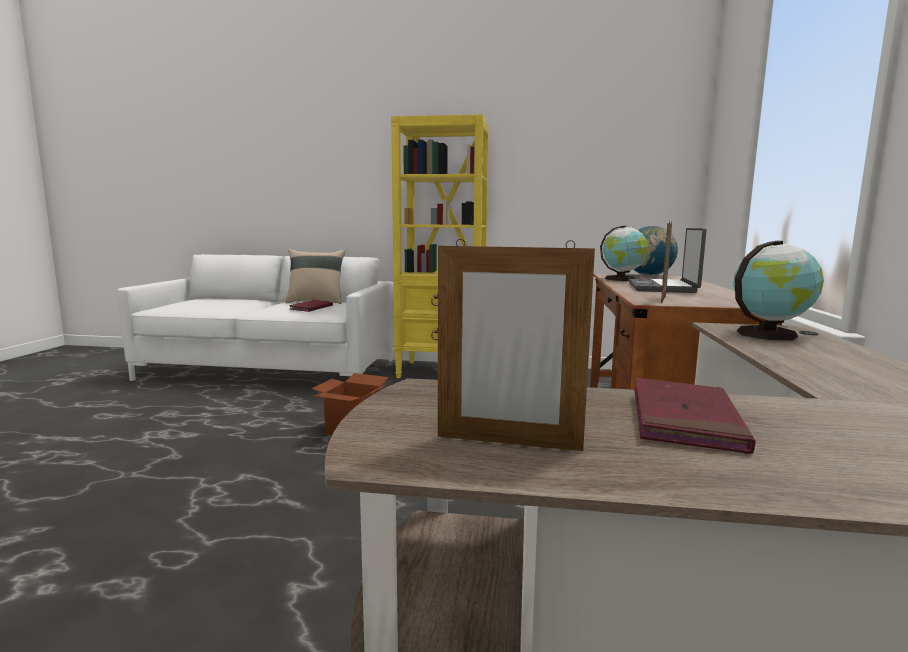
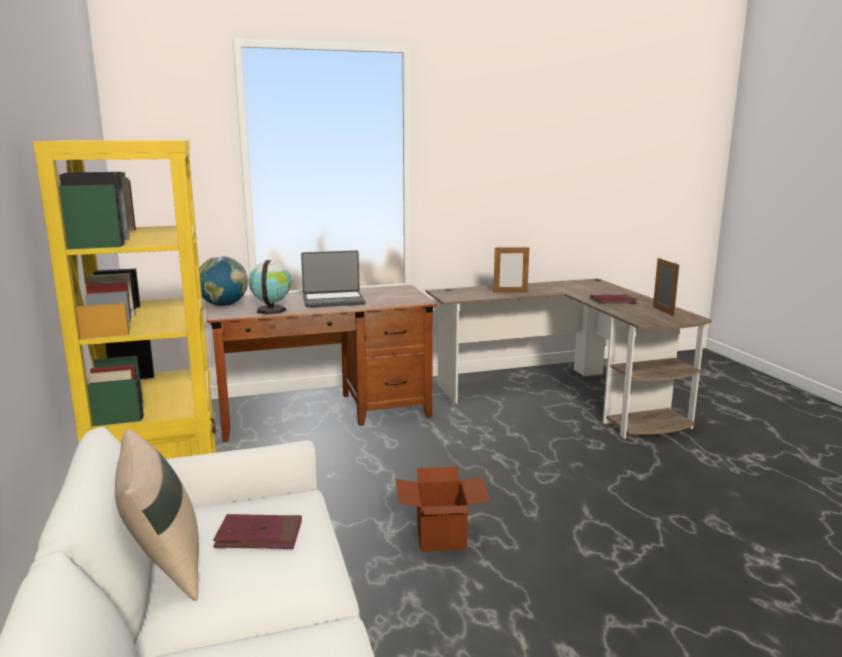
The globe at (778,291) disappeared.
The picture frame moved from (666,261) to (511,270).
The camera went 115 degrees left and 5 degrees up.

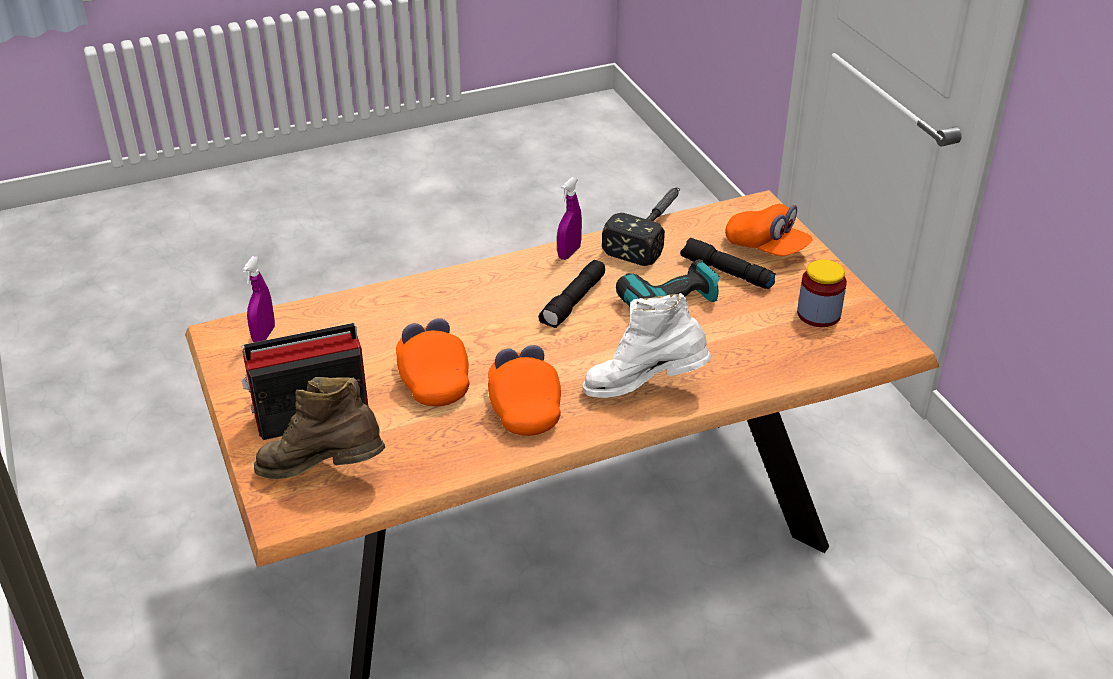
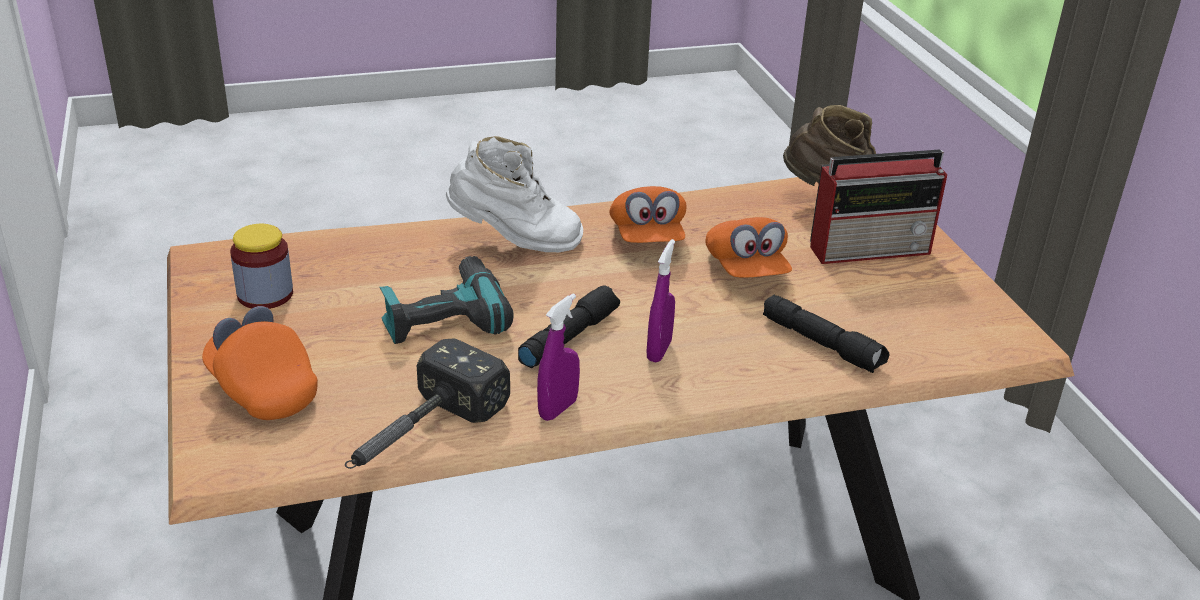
The purple spray bottle moved from (259,299) to (661,300).
The black flashlight moved from (728,264) to (826,334).
The camera went 175 degrees left and 5 degrees down.

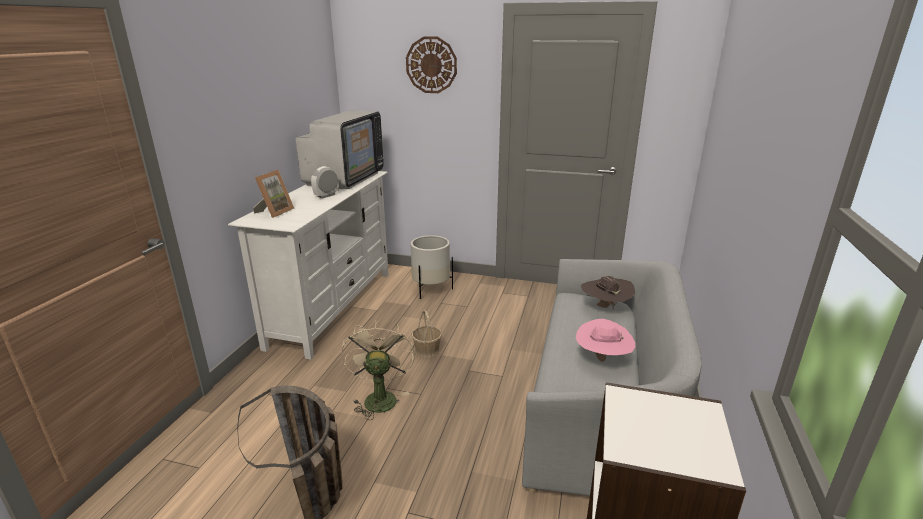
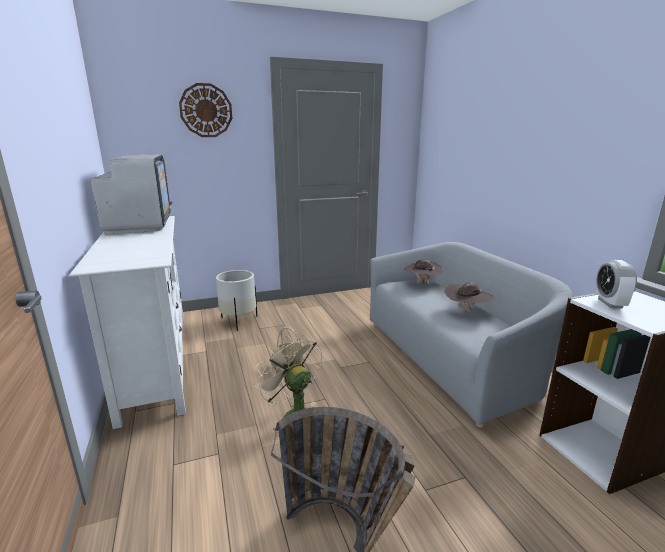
The picture frame at (273,194) disappeared.
The alarm clock moved from (325,182) to (616,284).
The pink hat at (605,340) became the brown hat at (469,297).
The camera went 35 degrees left and 5 degrees down.

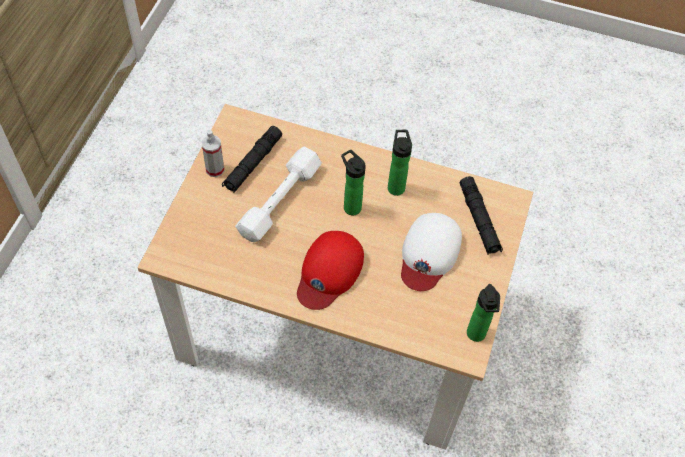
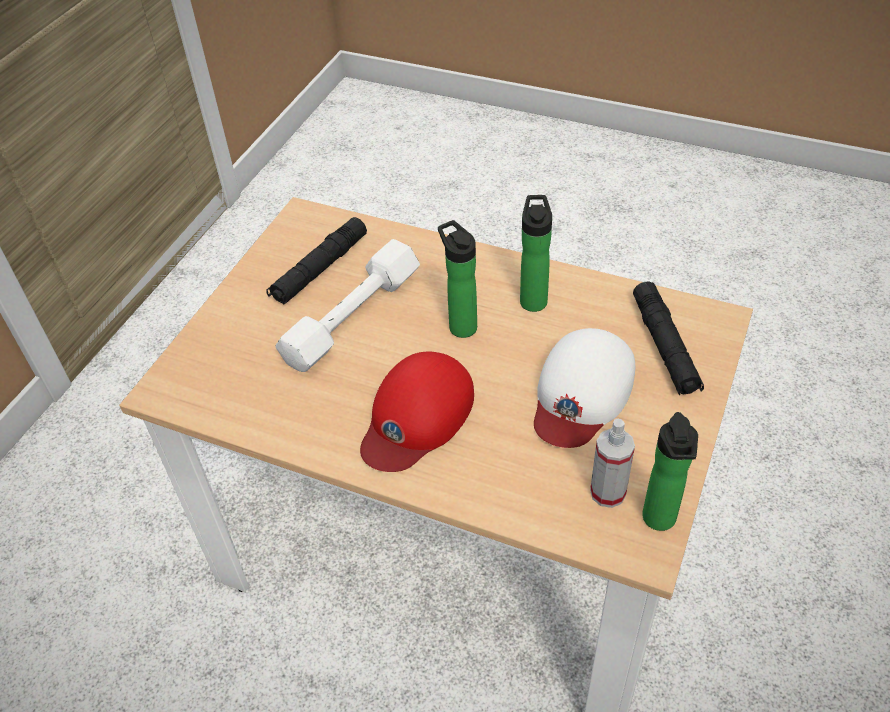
The spray bottle moved from (213,153) to (612,463).
The camera went 10 degrees right and 10 degrees down.

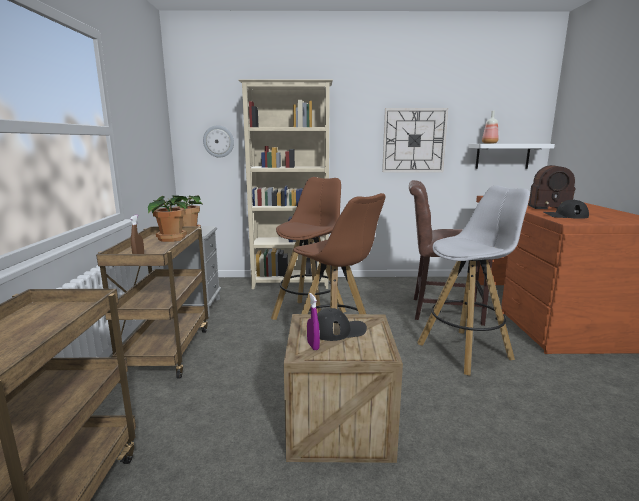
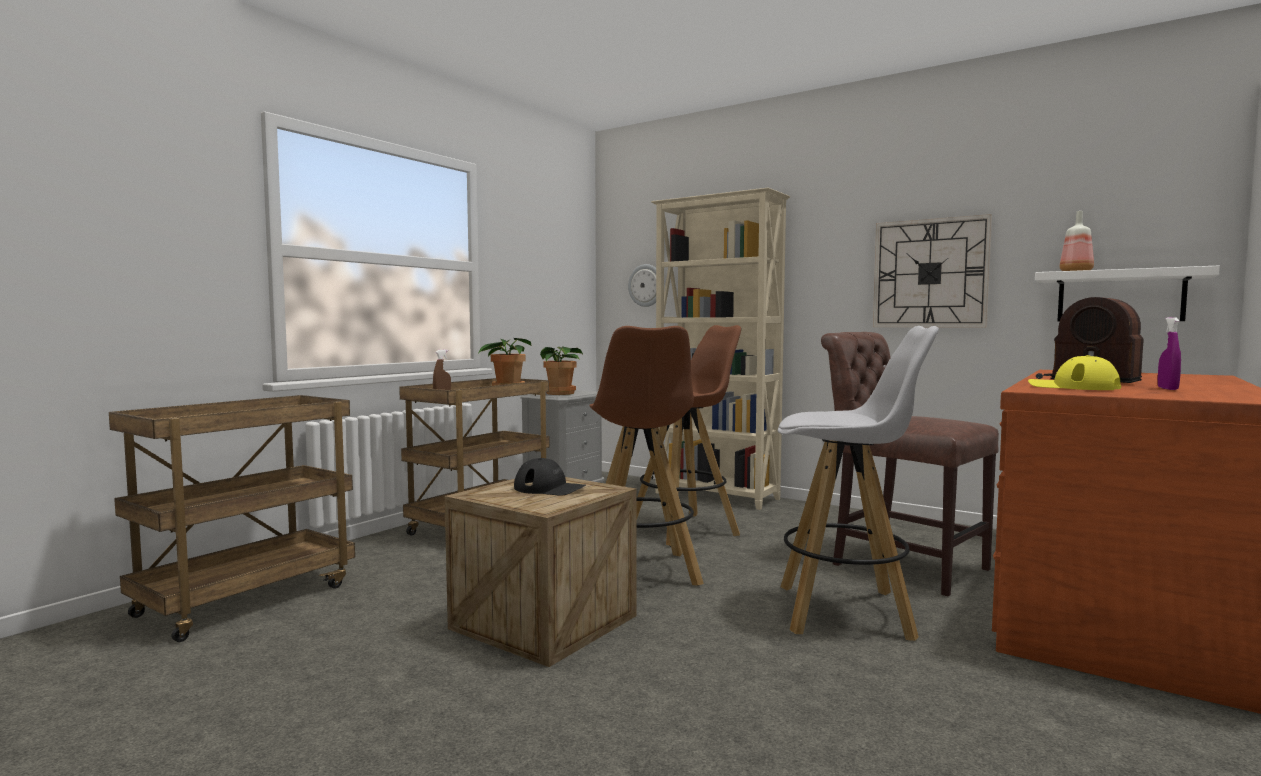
The purple spray bottle moved from (313,321) to (1169,353).
The black cap at (566,209) became the yellow cap at (1074,372).
The camera went 35 degrees right and 10 degrees down.

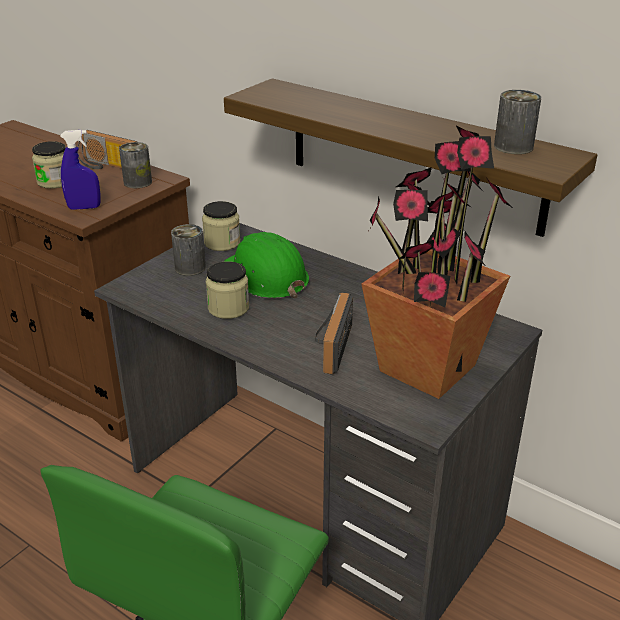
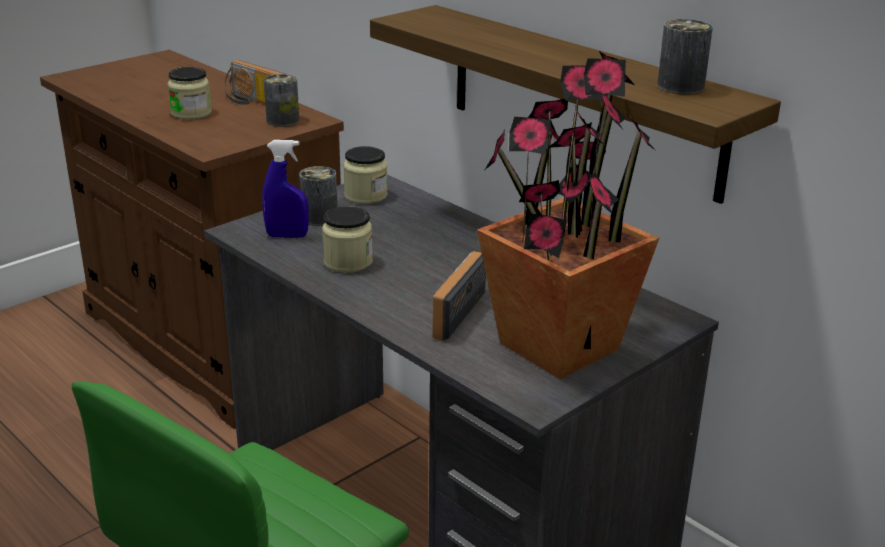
The green hard hat at (266,265) disappeared.
The blue spray bottle moved from (80,170) to (285,189).
The camera went 10 degrees right and 5 degrees down.

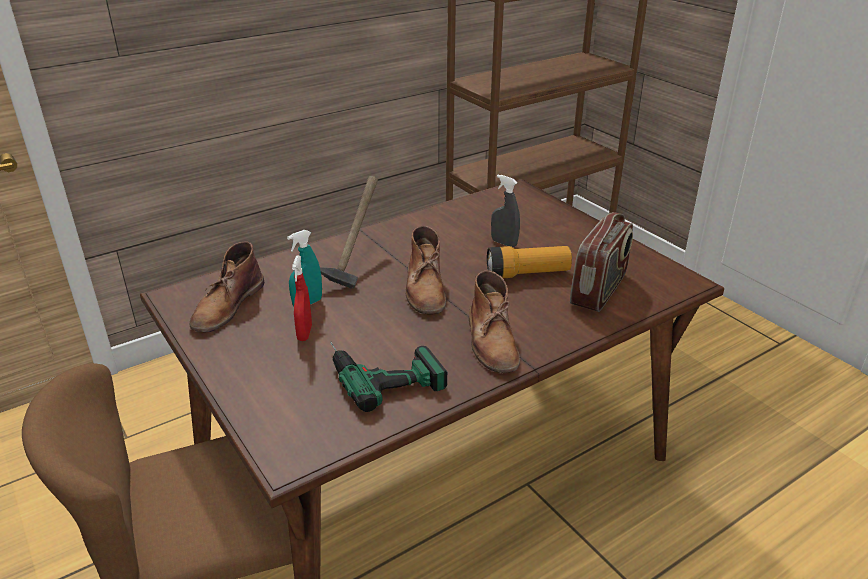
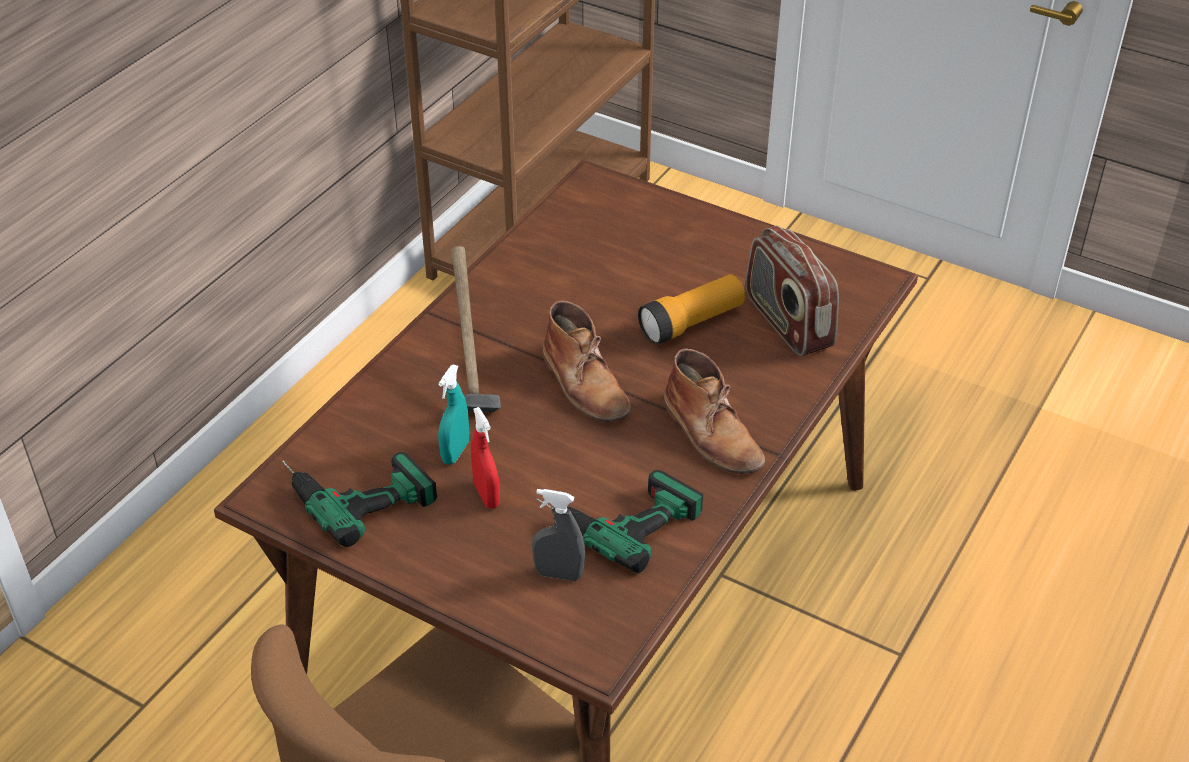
The grey spray bottle moved from (505,211) to (558,535).
The brown boot at (226,286) was replaced by the power drill at (359,499).
The radio at (601,262) turned 150 degrees clockwise.
The camera went 25 degrees left and 10 degrees up.

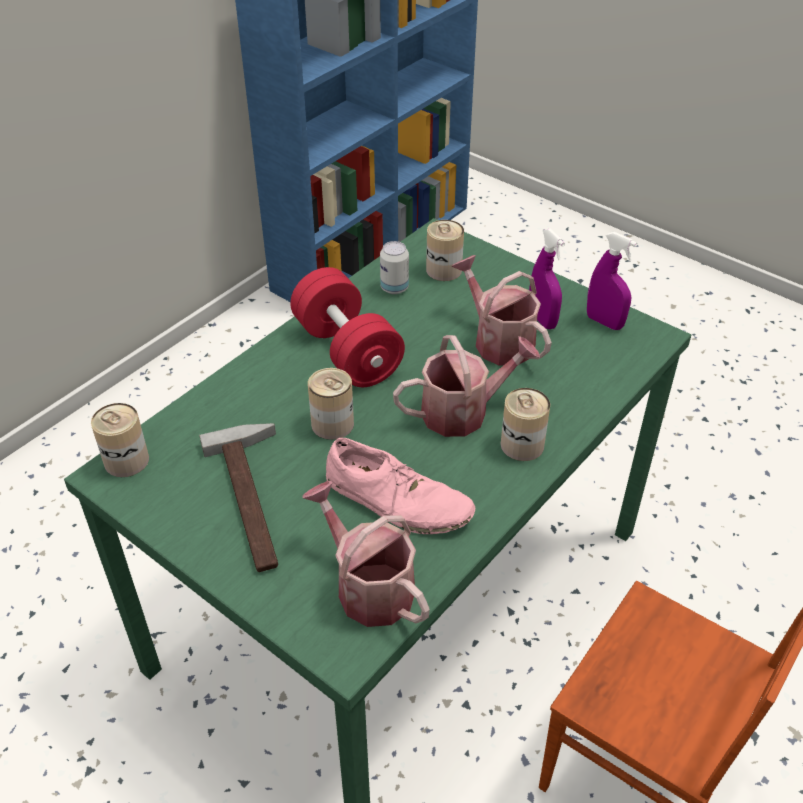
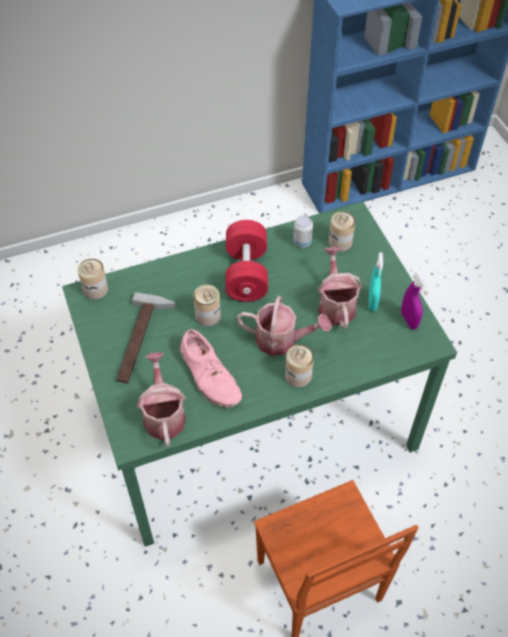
The purple spray bottle at (547,279) became the turquoise spray bottle at (376,281).
The camera went 30 degrees right and 10 degrees up.

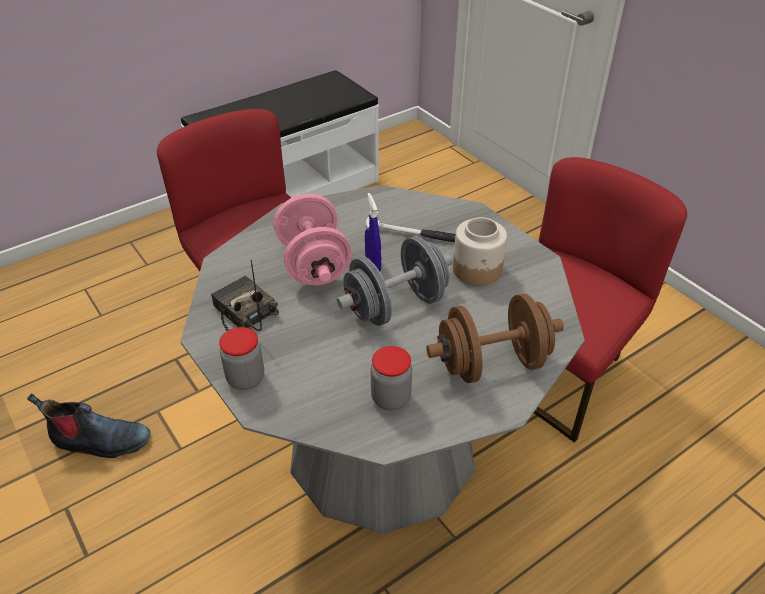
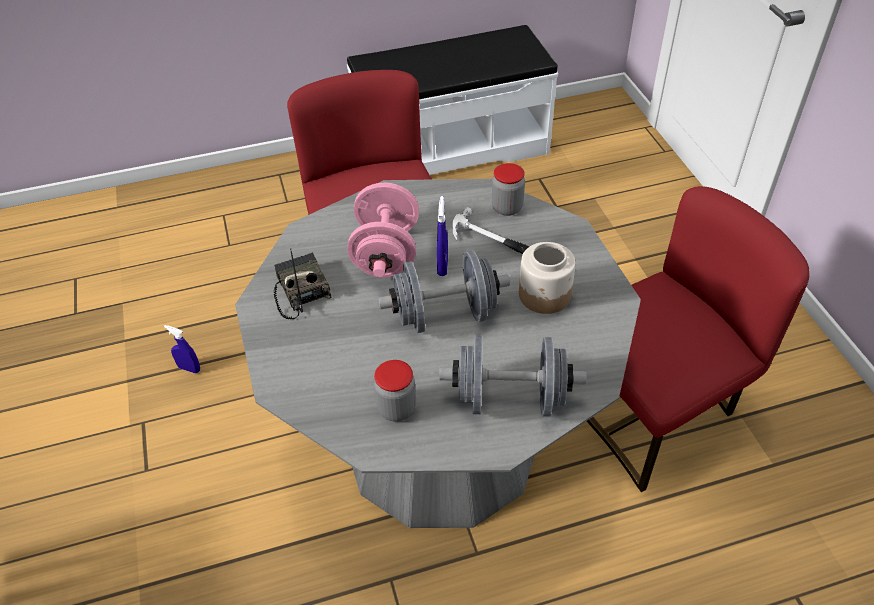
The jar moved from (241,358) to (508,189).
The boot at (89,425) was replaced by the blue spray bottle at (182,349).
The brown dumbbell at (495,338) became the grey dumbbell at (512,376).
The camera went 20 degrees right and 5 degrees up.

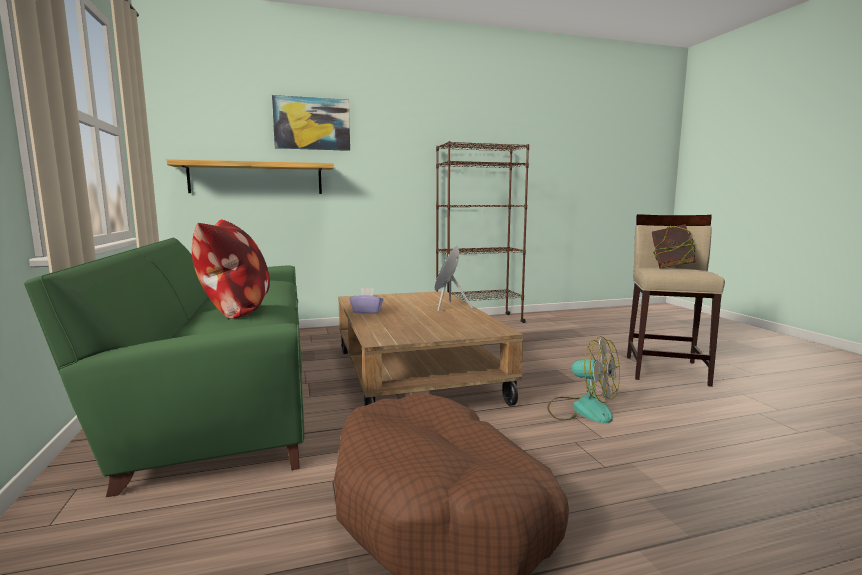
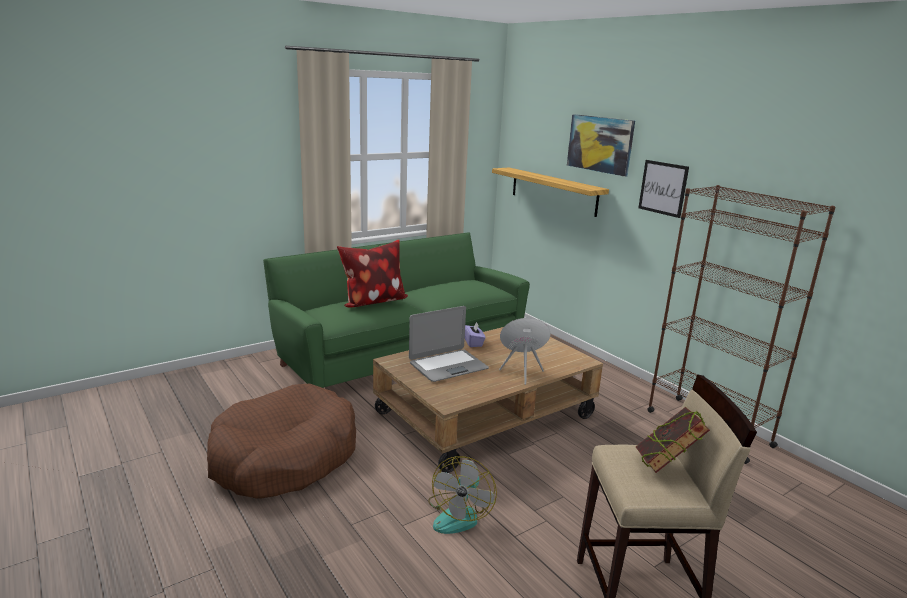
The laptop at (449,344) appeared.
The picture at (663,189) appeared.
The camera went 70 degrees right and 10 degrees up.

